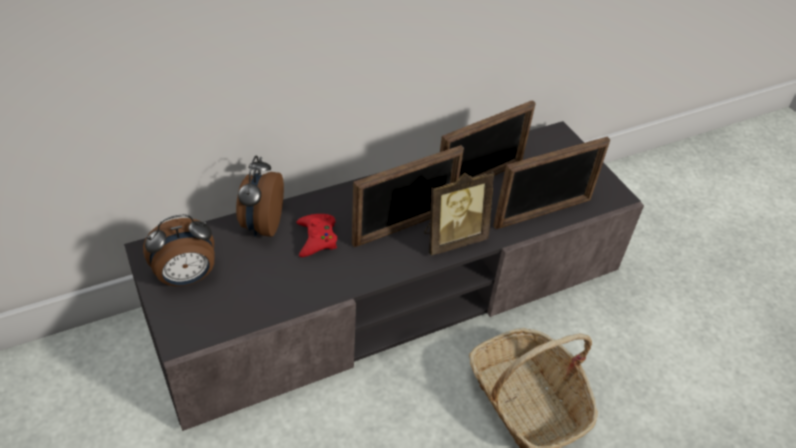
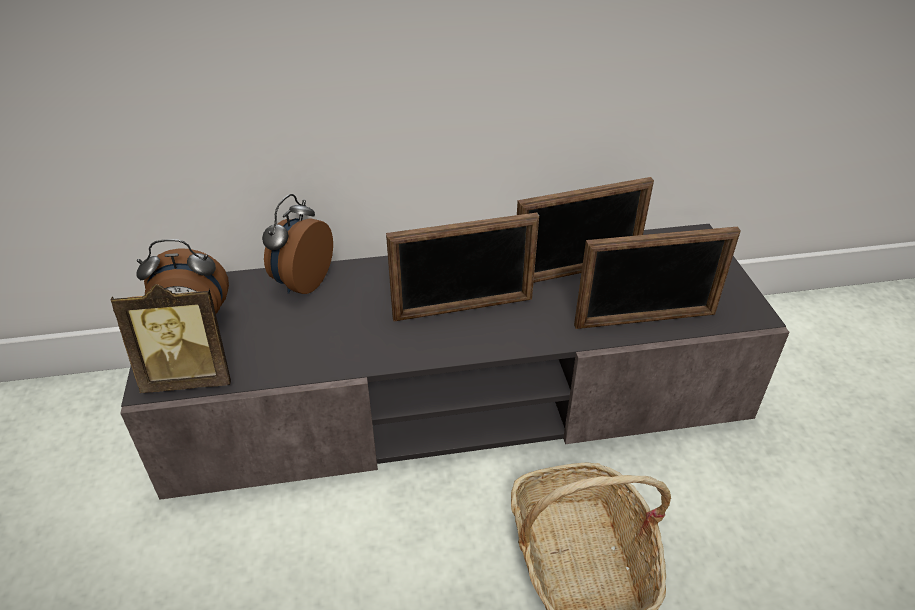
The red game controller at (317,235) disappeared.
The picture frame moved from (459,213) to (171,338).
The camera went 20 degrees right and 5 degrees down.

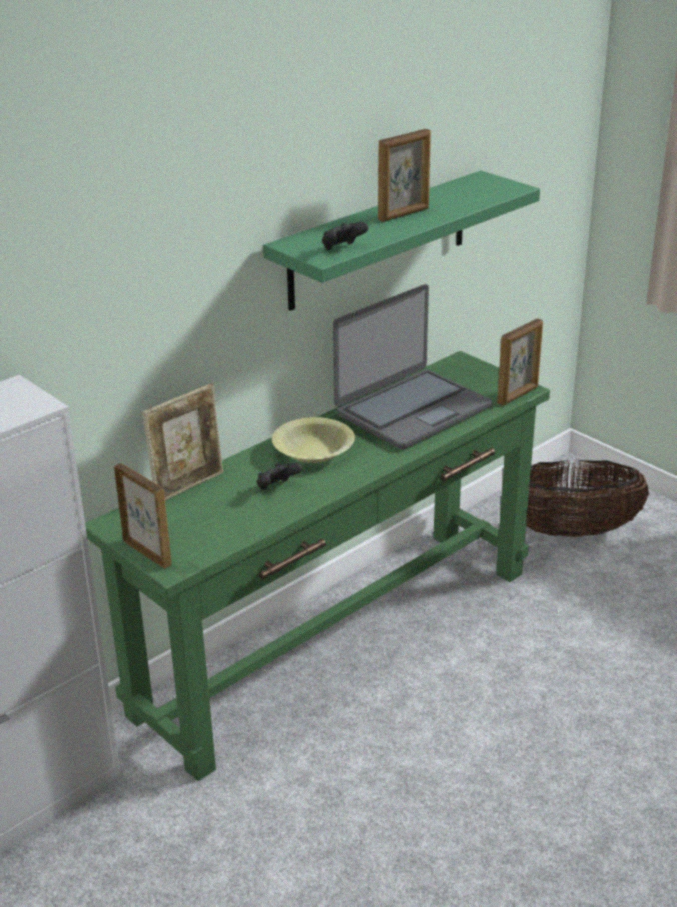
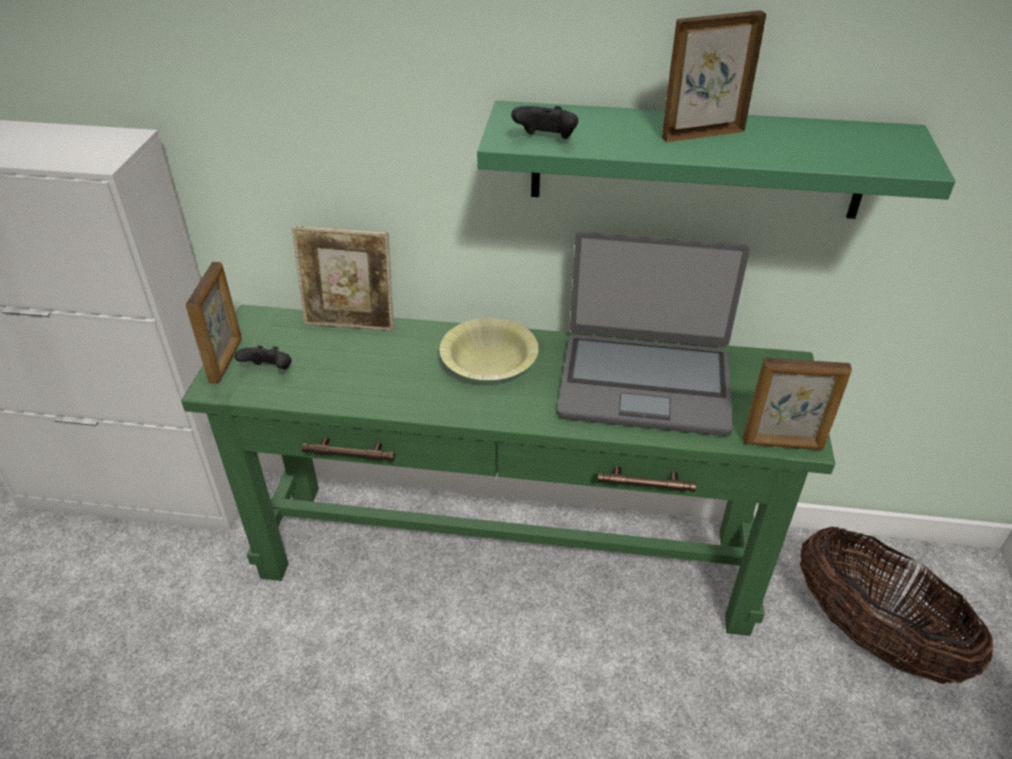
The black game controller moved from (279,476) to (263,357).
The picture frame at (404,175) turned 150 degrees clockwise.
The camera went 50 degrees right and 10 degrees up.

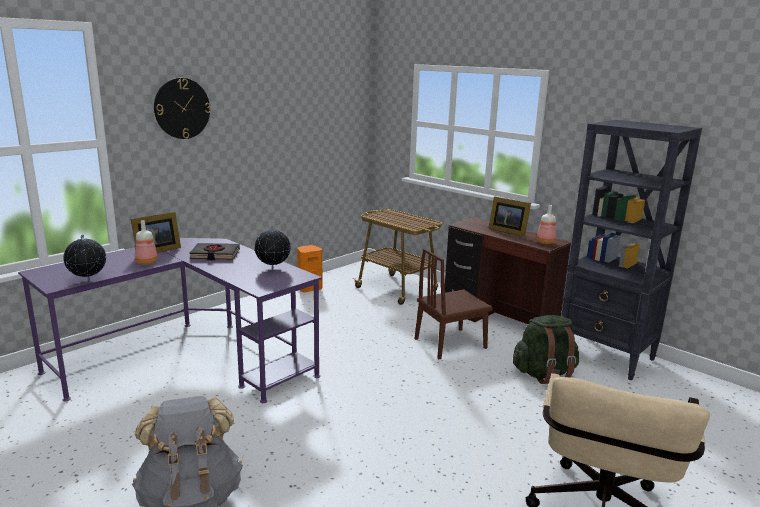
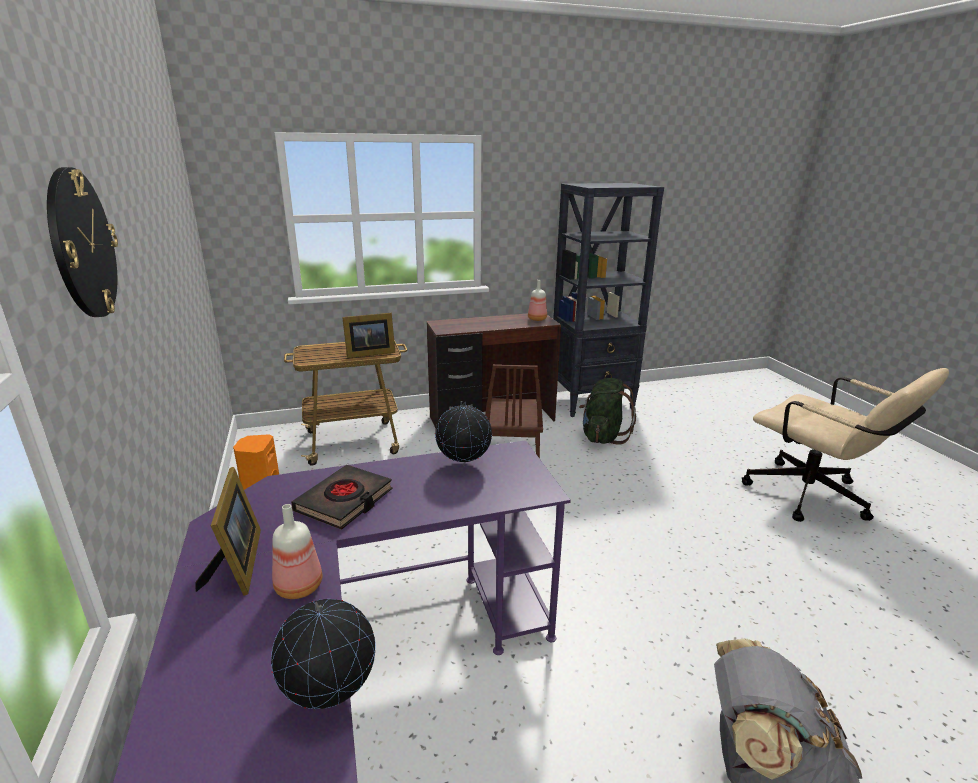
The picture frame moved from (509,216) to (368,335).
The camera went 60 degrees left and 5 degrees up.

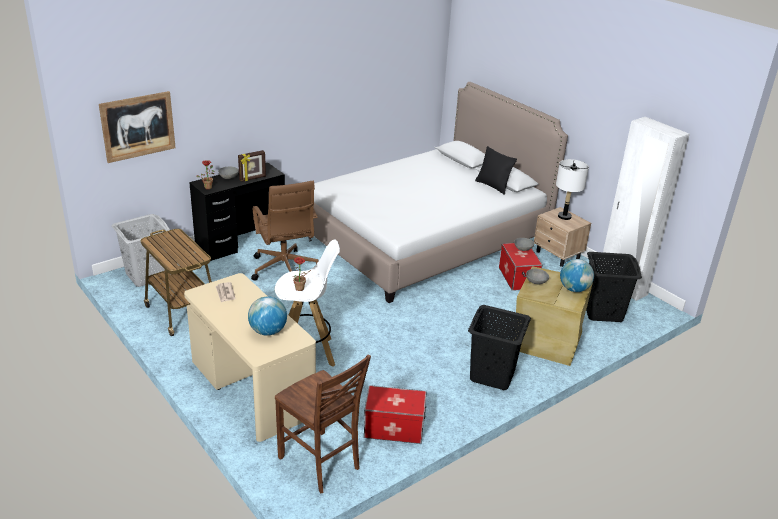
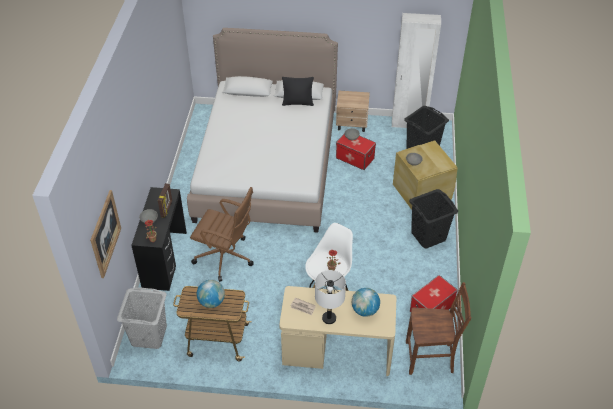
The white table lamp moved from (572,189) to (330,297).
The globe moved from (577,275) to (211,294).
The camera went 45 degrees left and 15 degrees up.

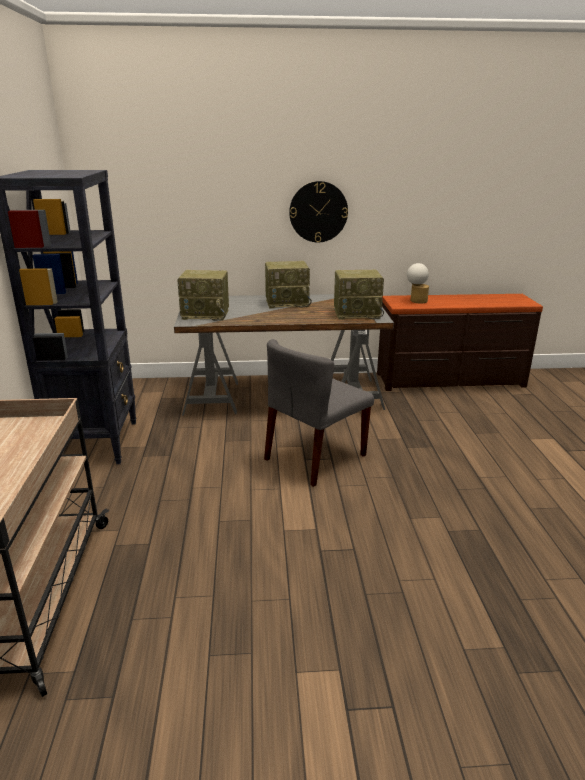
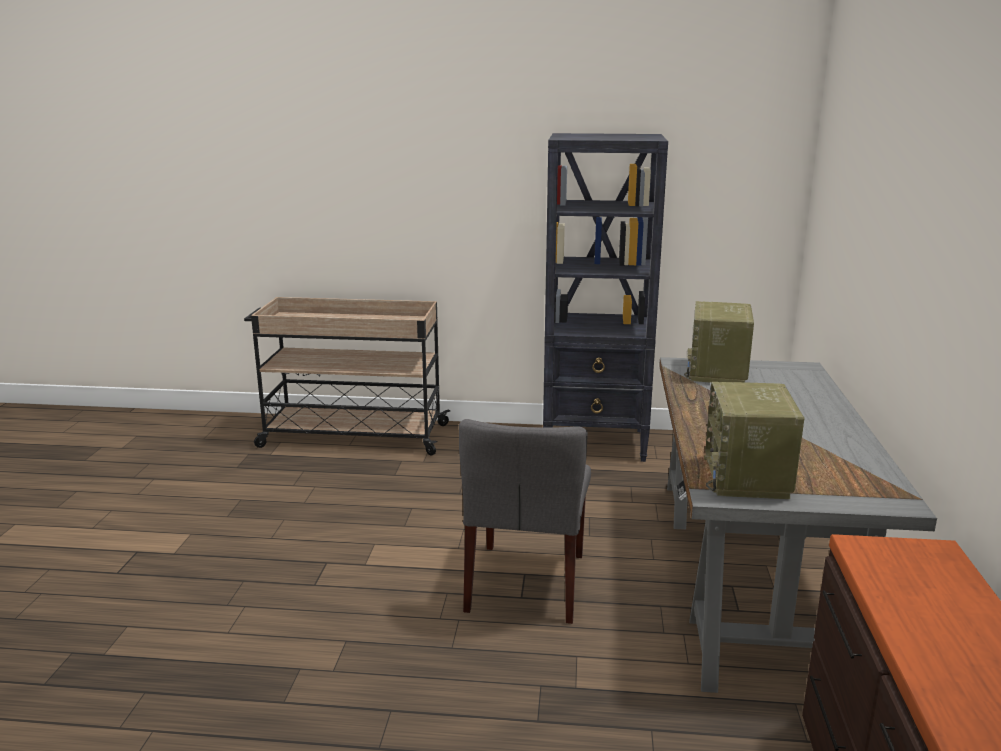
The radio at (288,284) disappeared.
The wall clock at (318,211) disappeared.
The table lamp at (418,283) disappeared.
The grey chair at (319,413) turned 135 degrees counterclockwise.
The camera went 100 degrees right and 5 degrees down.

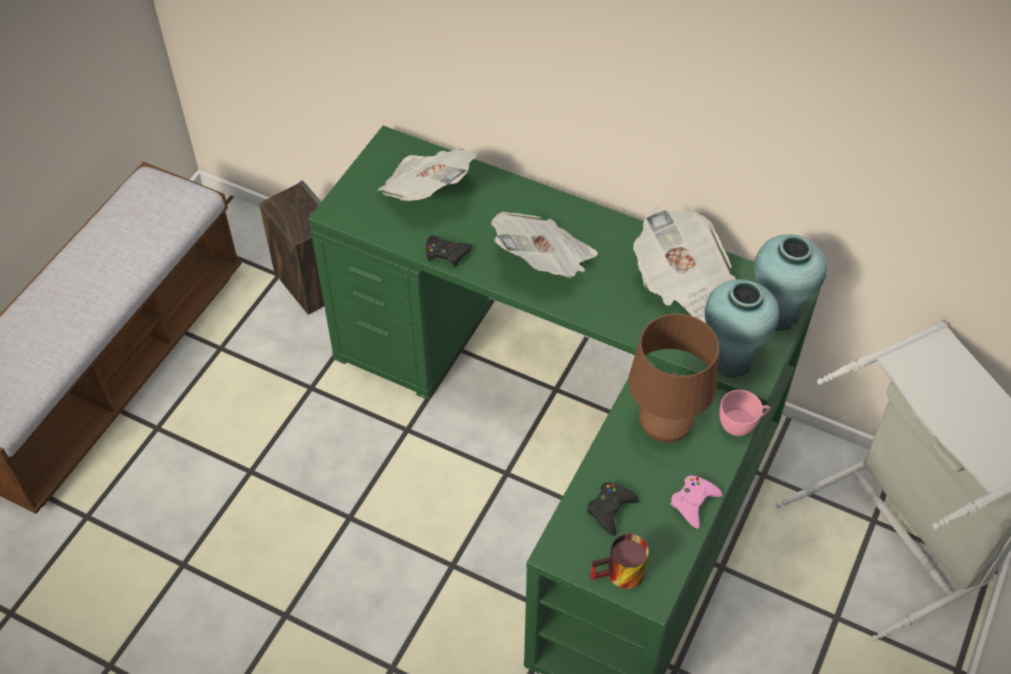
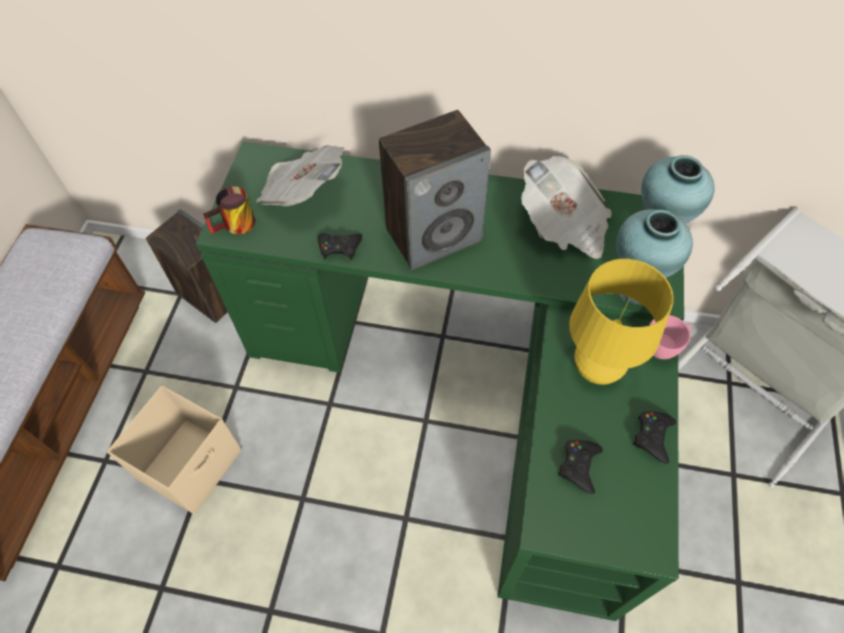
The beige storage box at (174,450) appeared.
The mug moved from (619,561) to (229,210).
The newspaper at (544,245) was replaced by the speaker at (435,190).
The brown table lamp at (673,378) became the yellow table lamp at (621,322).
The pink game controller at (696,502) became the black game controller at (654,437).
The camera went 15 degrees left and 5 degrees up.

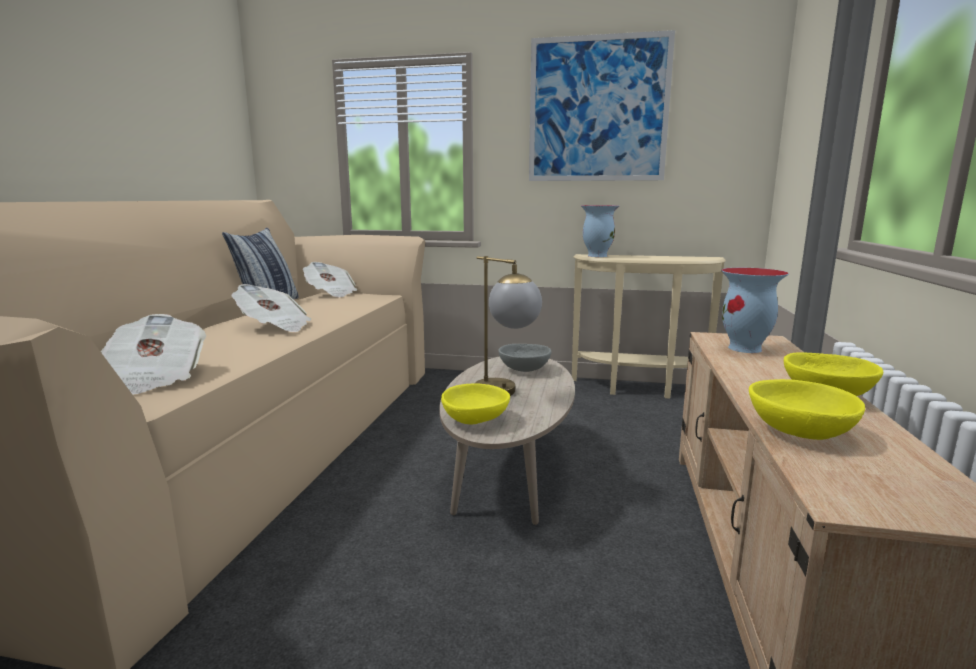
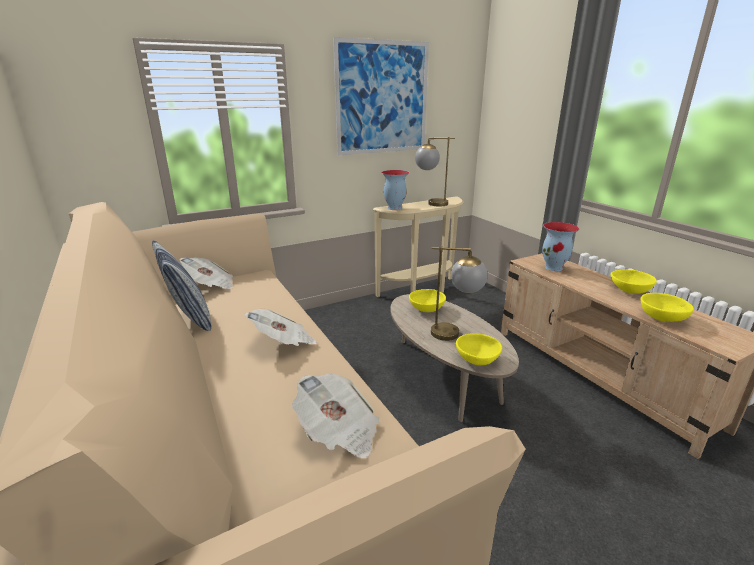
The table lamp at (435,171) appeared.
The grey bowl at (524,358) became the yellow bowl at (427,300).
The camera went 40 degrees left and 10 degrees up.

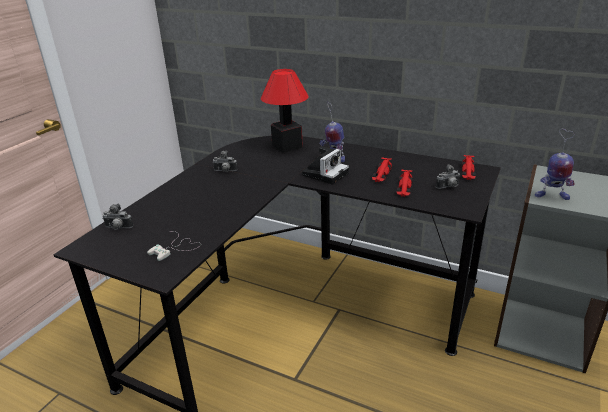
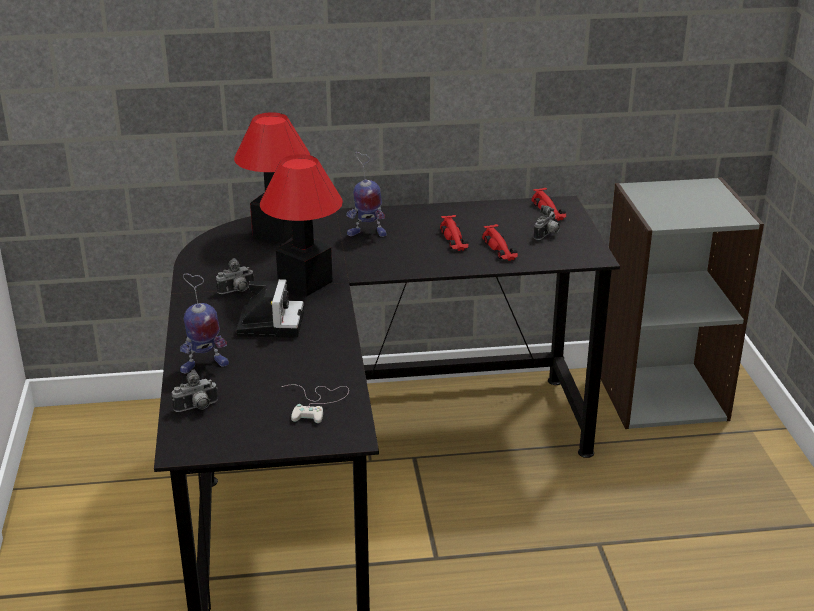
The table lamp at (301,225) appeared.
The photo camera moved from (325,165) to (270,308).
The toy robot moved from (555,164) to (204,324).
The camera went 35 degrees left and 0 degrees up.

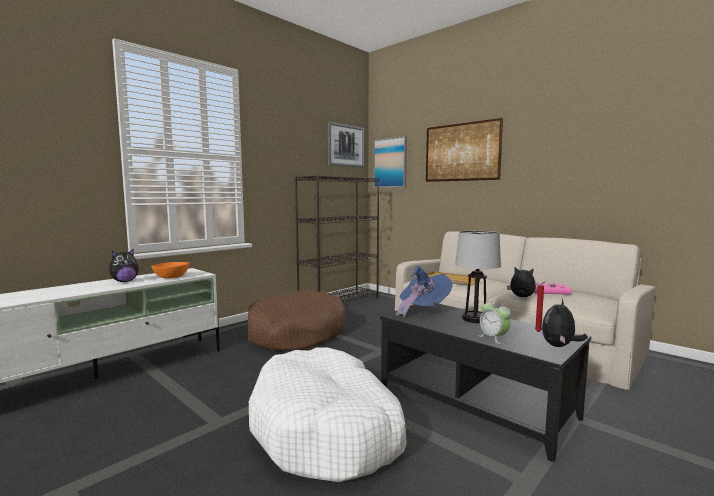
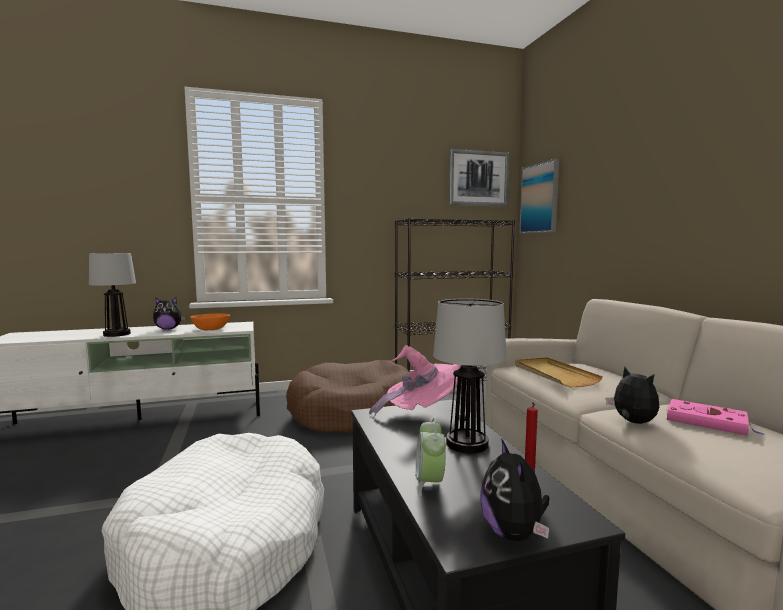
The picture at (464,150) disappeared.
The table lamp at (112,295) appeared.
The blue hat at (424,291) became the pink hat at (415,382).
The plush toy at (564,323) turned 75 degrees counterclockwise.
The camera went 30 degrees right and 0 degrees up.

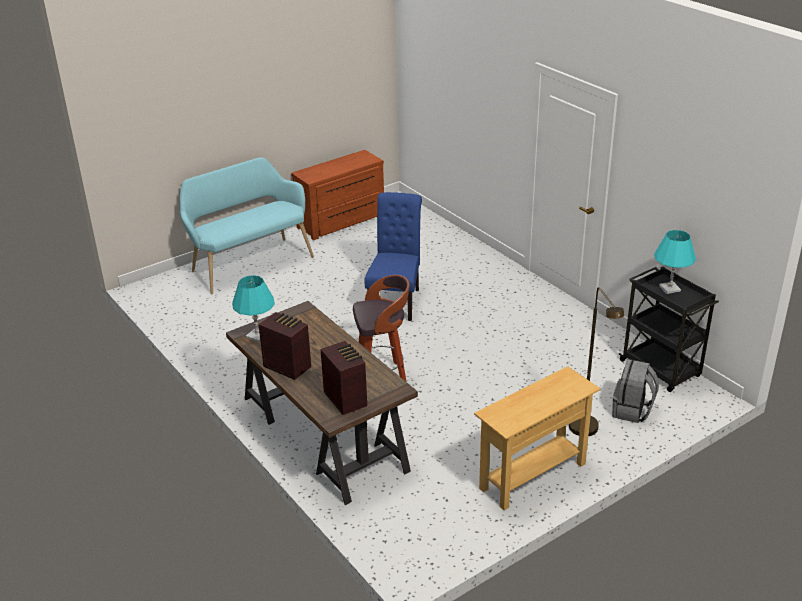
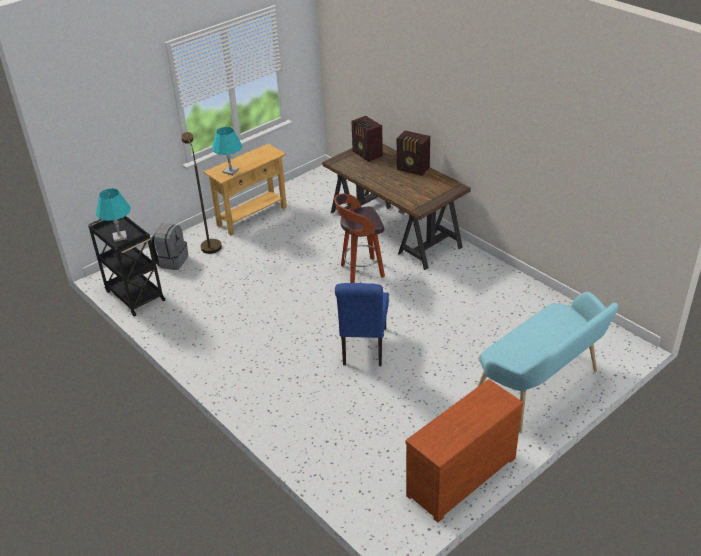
The turquoise table lamp moved from (253,309) to (227,151).
The camera went 175 degrees right and 5 degrees up.

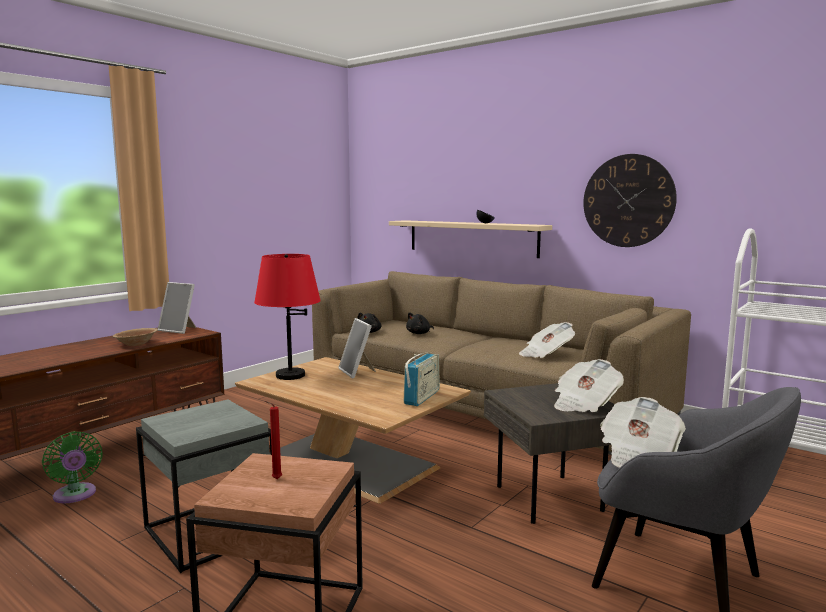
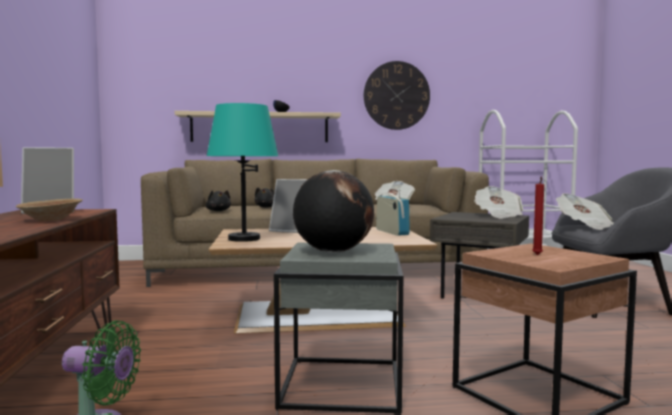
The globe at (333,211) appeared.
The red table lamp at (287,317) became the turquoise table lamp at (242,172).
The camera went 45 degrees left and 5 degrees down.

